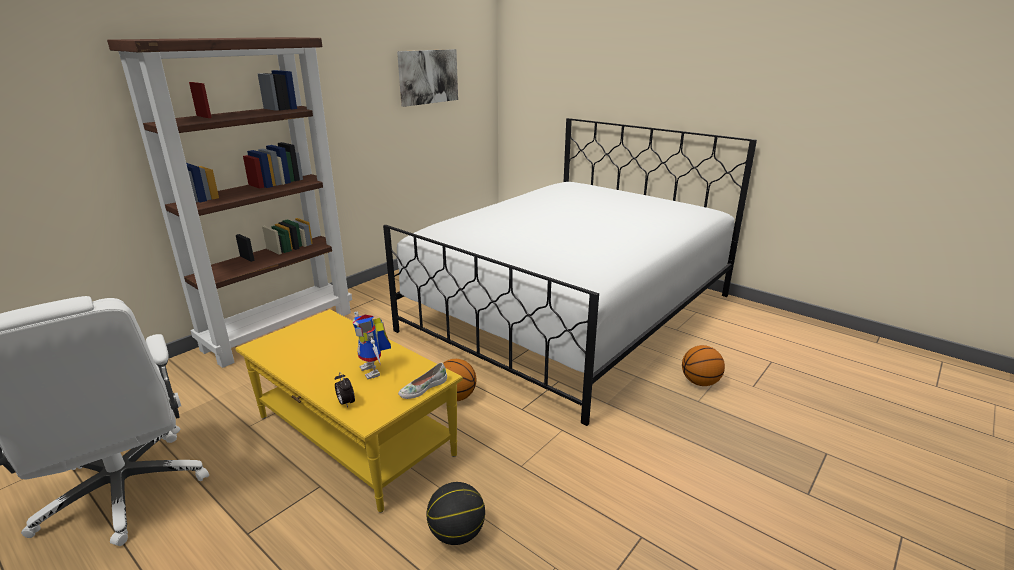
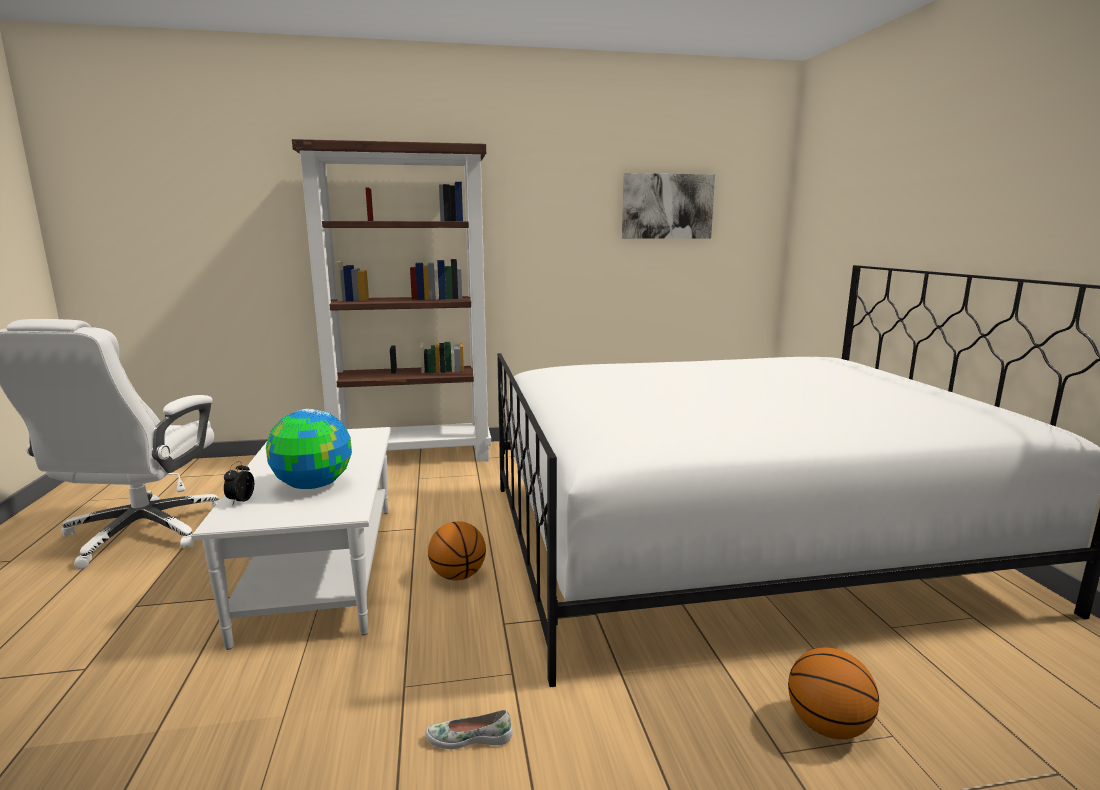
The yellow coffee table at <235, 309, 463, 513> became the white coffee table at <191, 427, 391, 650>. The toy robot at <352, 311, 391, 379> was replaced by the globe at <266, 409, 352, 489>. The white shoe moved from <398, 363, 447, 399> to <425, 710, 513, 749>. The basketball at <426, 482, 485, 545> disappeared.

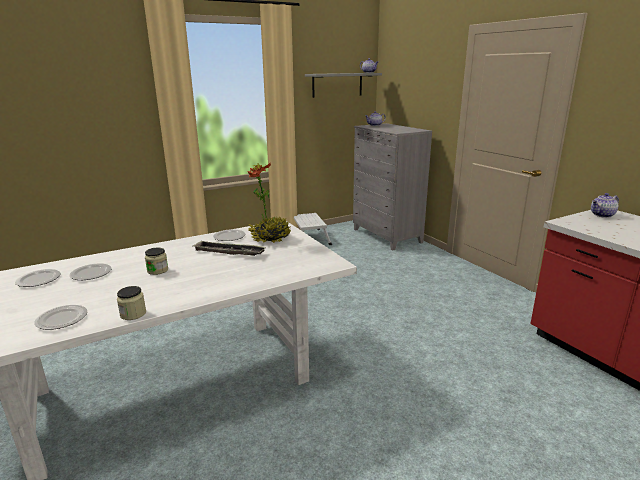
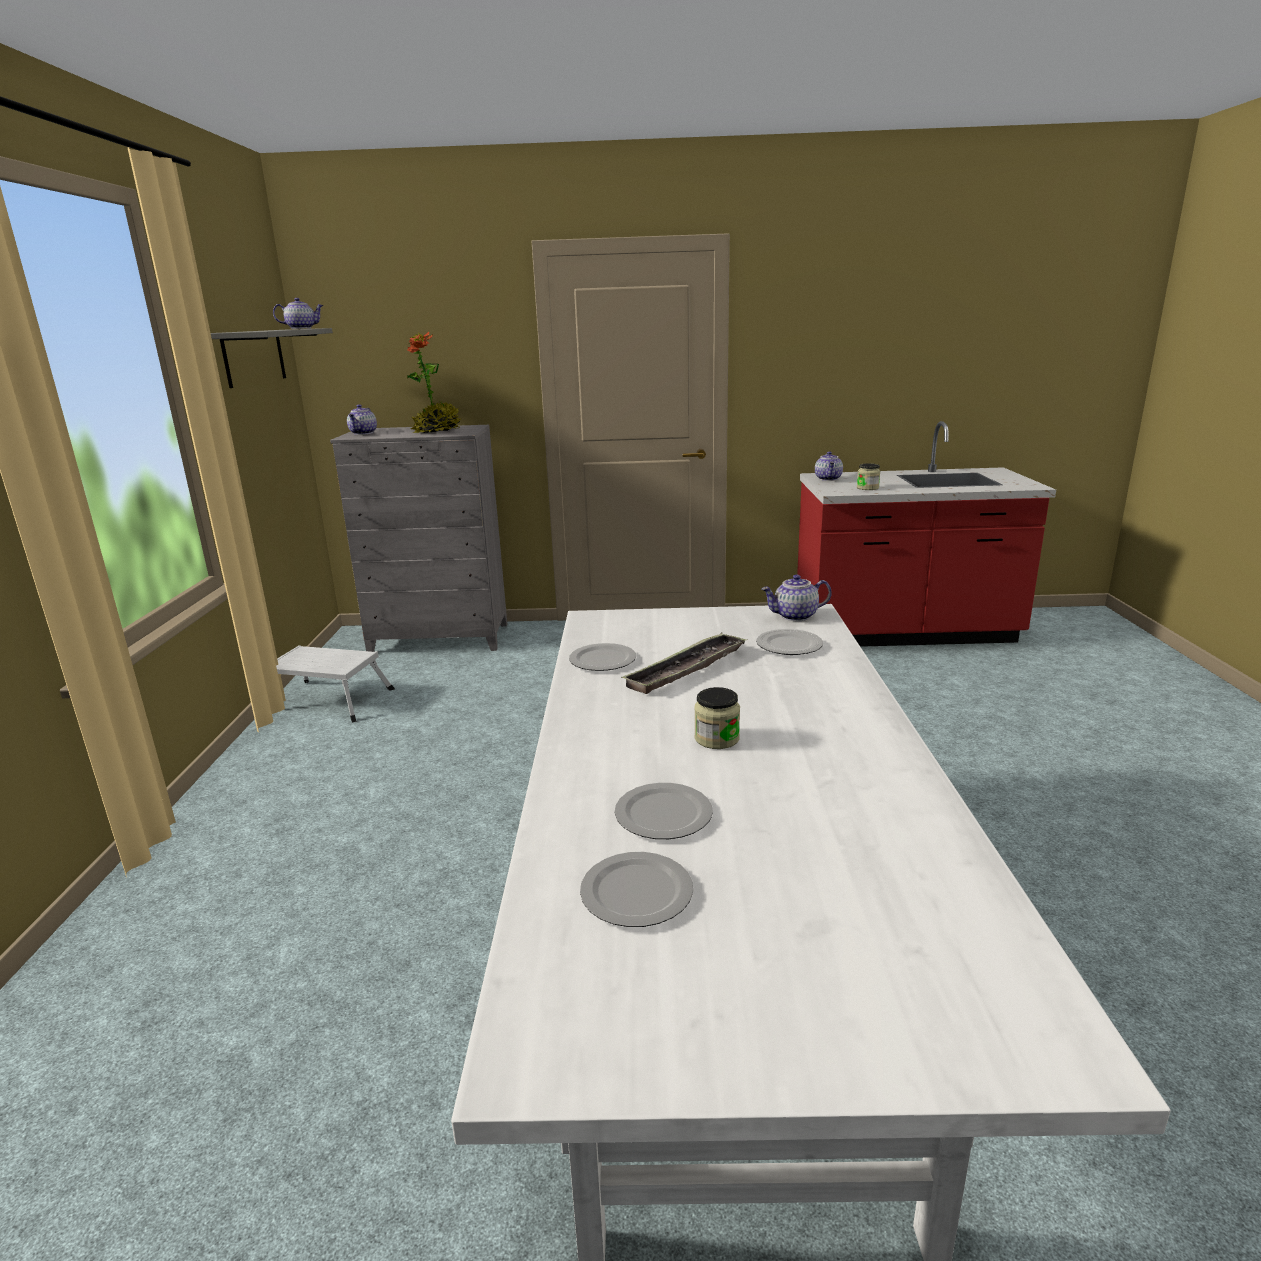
The potted plant moved from <247, 163, 291, 243> to <407, 332, 461, 433>. The jar moved from <117, 286, 146, 320> to <857, 463, 880, 490>. The plate moved from <34, 305, 87, 330> to <756, 629, 823, 655>. The teapot at <761, 575, 832, 621> appeared.

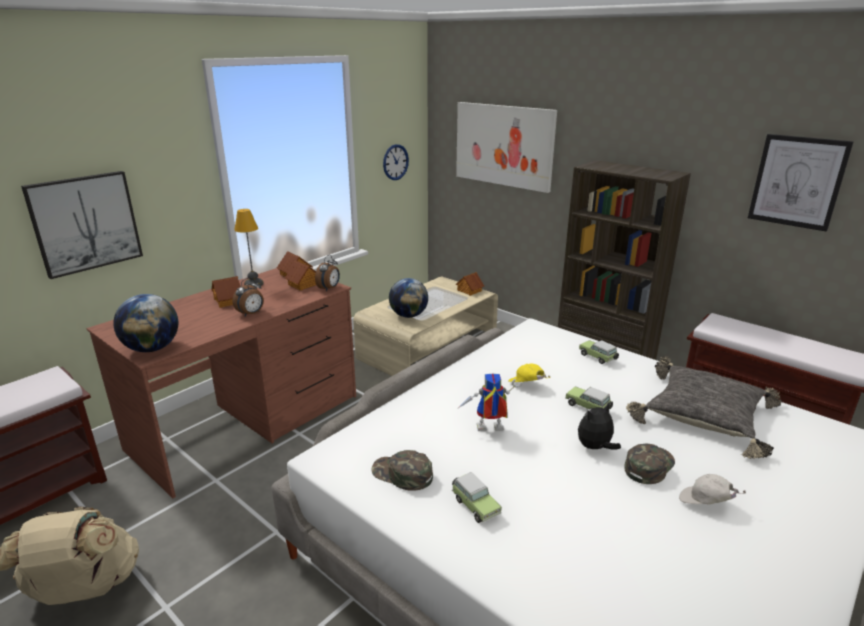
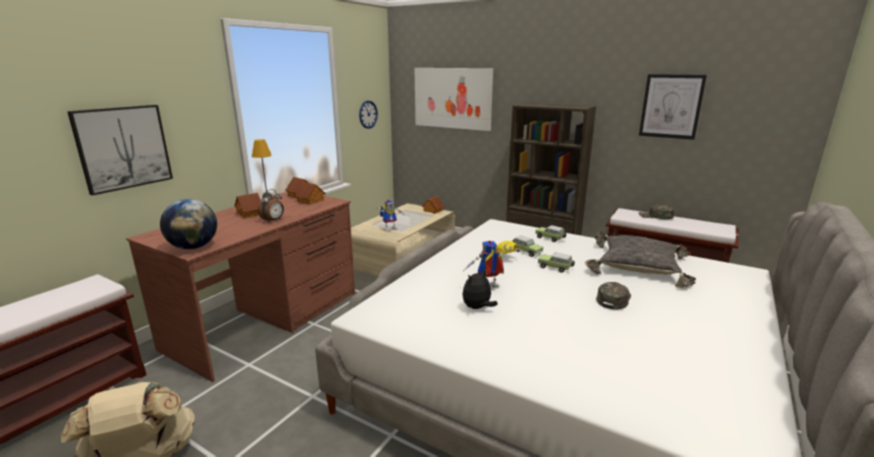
The alarm clock at <315, 255, 340, 291> disappeared. The globe at <389, 278, 428, 318> was replaced by the toy robot at <376, 200, 403, 232>. The plush toy moved from <578, 402, 621, 450> to <463, 269, 498, 309>. The green cap moved from <371, 450, 433, 491> to <639, 205, 674, 219>. The toy car moved from <452, 472, 502, 523> to <512, 235, 543, 257>. The white cap at <679, 474, 746, 505> disappeared.

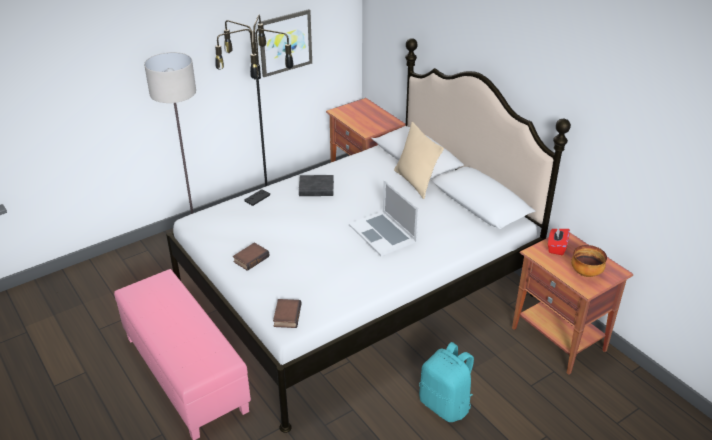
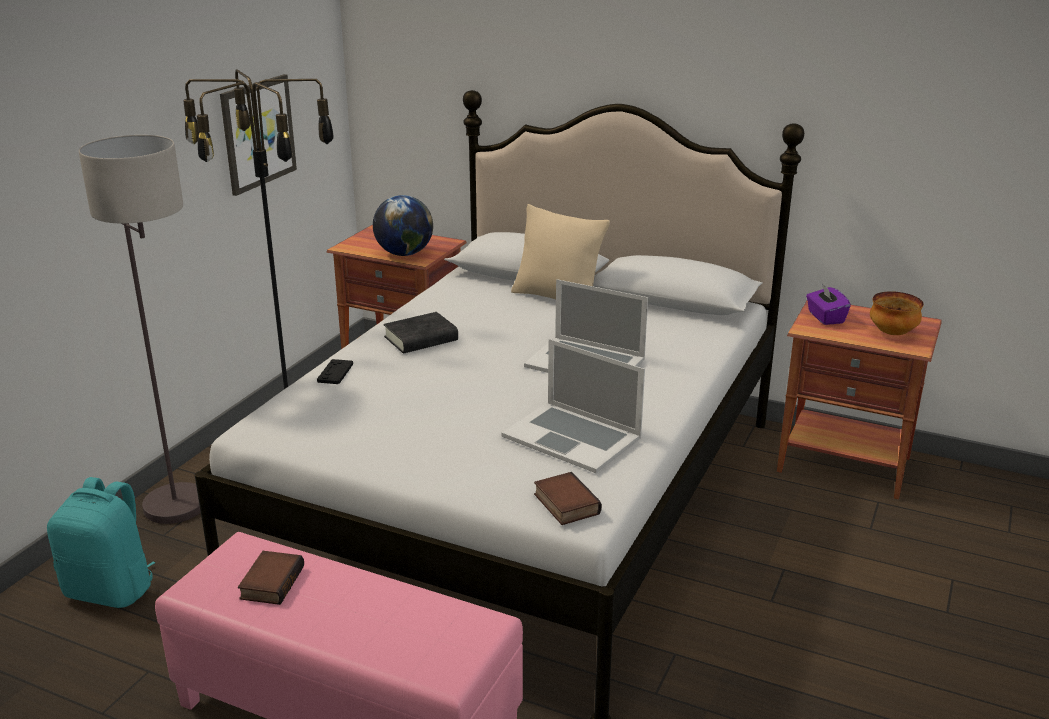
The red tissue box at <548, 226, 570, 255> became the purple tissue box at <806, 283, 851, 325>. The book moved from <233, 243, 269, 271> to <238, 551, 304, 605>. The turquoise backpack moved from <419, 342, 474, 422> to <47, 477, 156, 608>. The globe at <373, 195, 433, 256> appeared. The laptop at <501, 339, 645, 473> appeared.

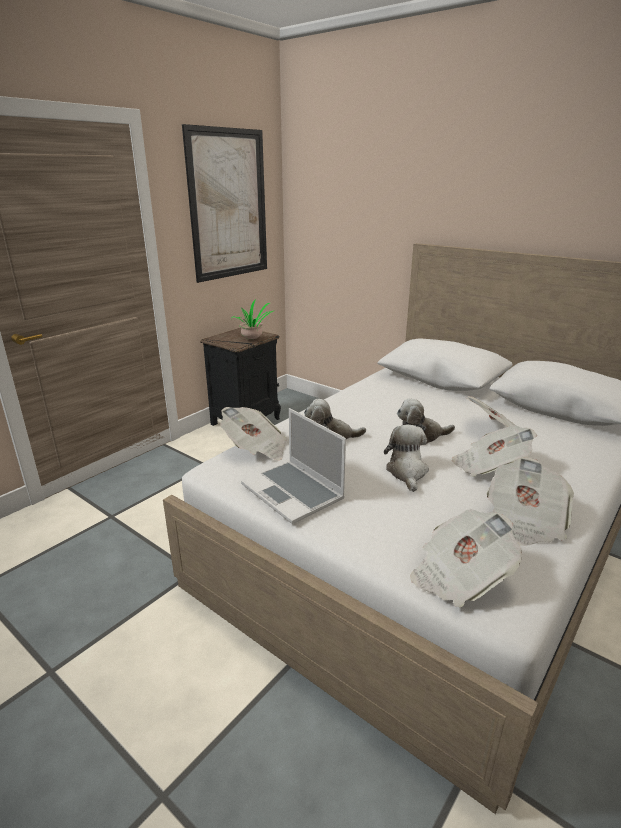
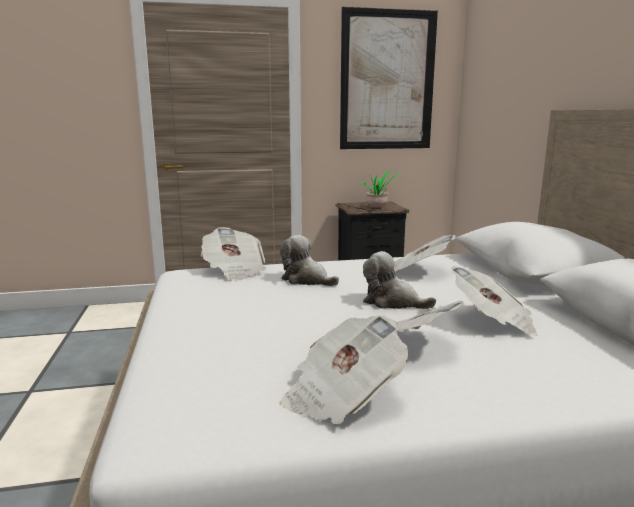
The laptop at <241, 408, 346, 524> disappeared. The plush toy at <384, 424, 429, 492> disappeared. The newspaper moved from <410, 509, 522, 608> to <394, 235, 456, 272>.

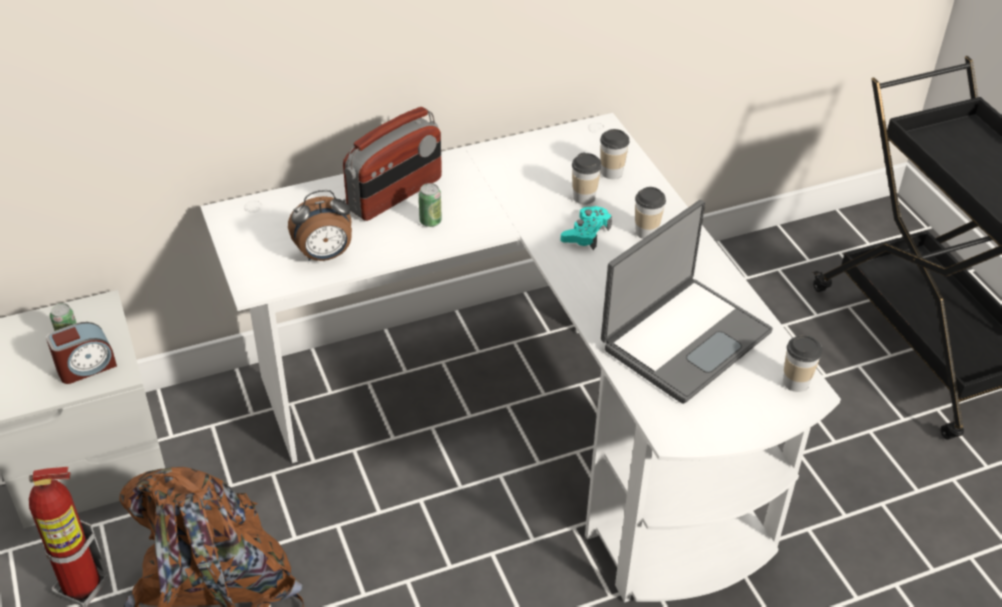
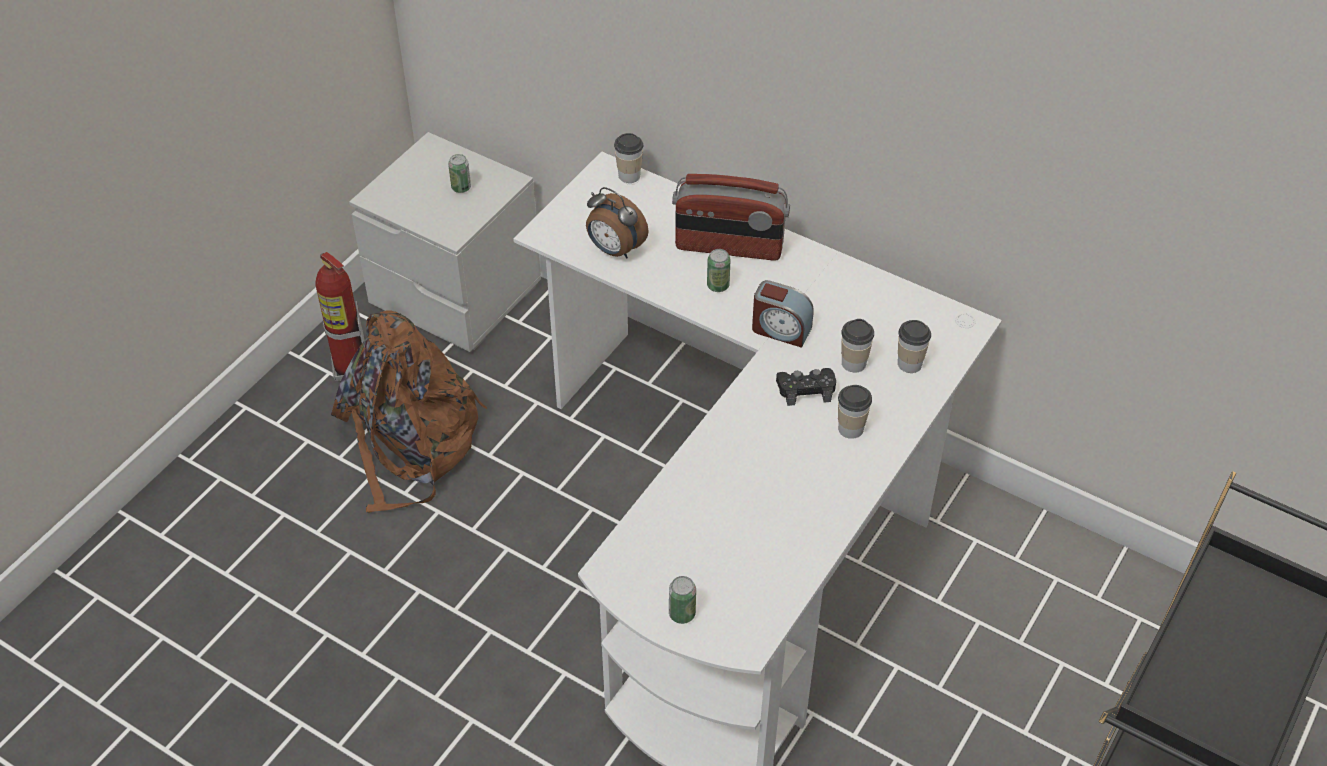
The laptop at <601, 200, 773, 404> disappeared. The turquoise game controller at <560, 206, 612, 250> became the black game controller at <776, 368, 836, 406>. The alarm clock moved from <46, 322, 117, 384> to <752, 280, 814, 348>. The cup moved from <783, 335, 822, 392> to <614, 133, 643, 183>. The can at <669, 576, 696, 624> appeared.

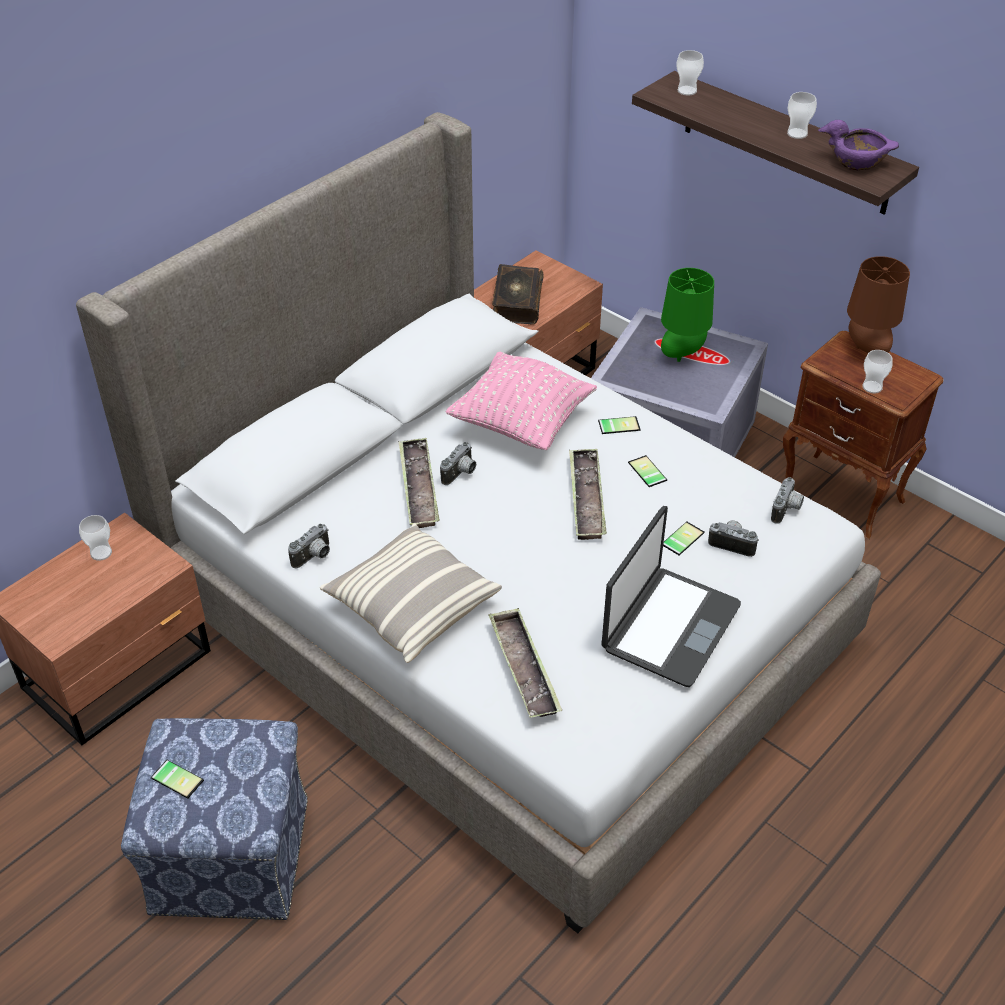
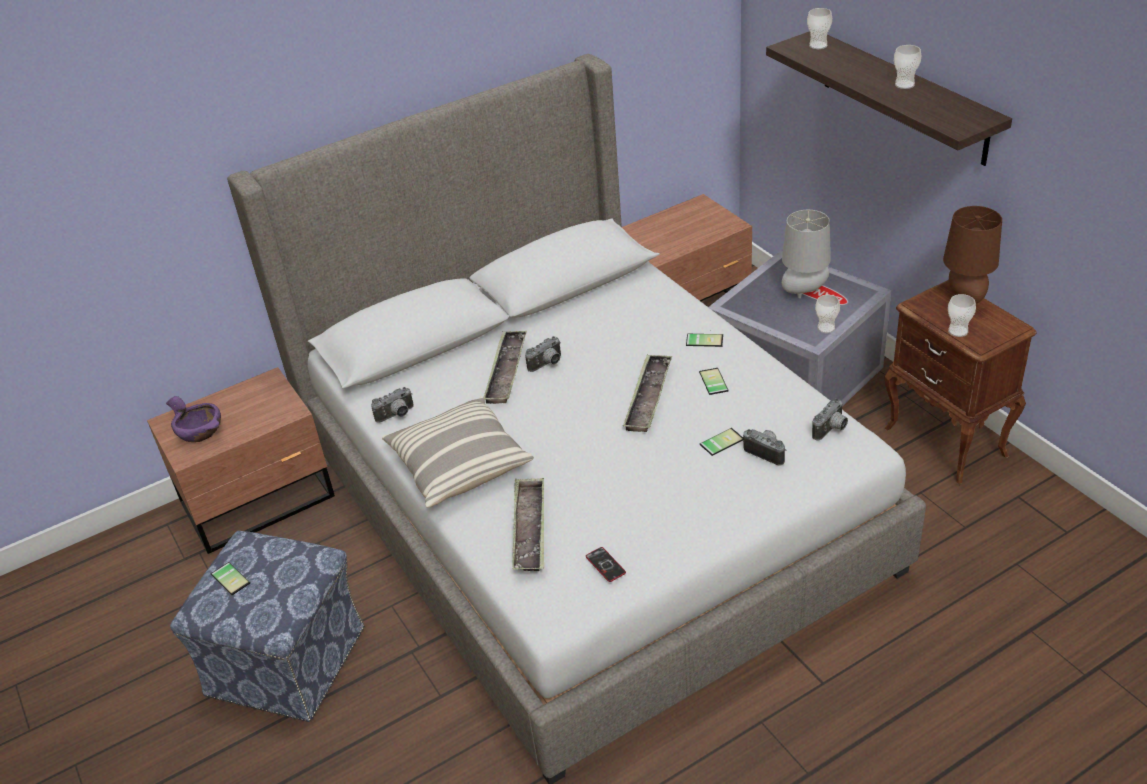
The purple bowl moved from <818, 120, 899, 170> to <166, 396, 221, 442>. The book at <492, 264, 544, 325> disappeared. The green table lamp at <661, 268, 714, 362> became the grey table lamp at <782, 210, 831, 298>. The pink pillow at <446, 352, 597, 450> disappeared. The laptop at <602, 506, 741, 687> disappeared. The cup moved from <79, 515, 112, 561> to <815, 295, 840, 333>. The phone at <586, 547, 626, 582> appeared.

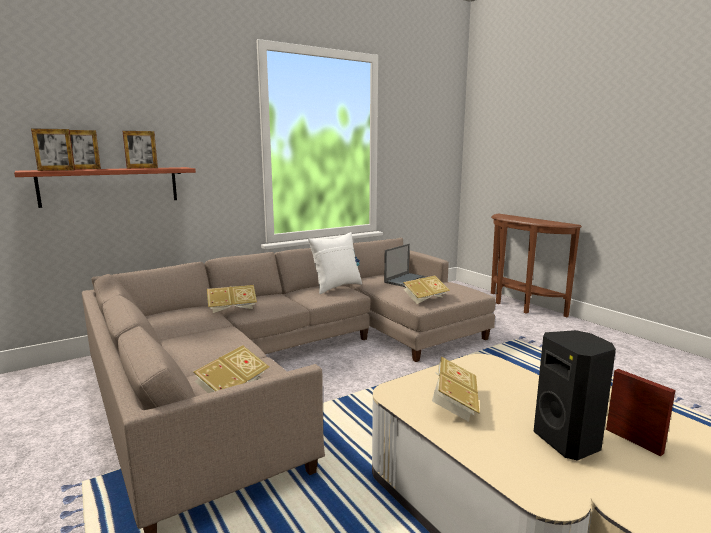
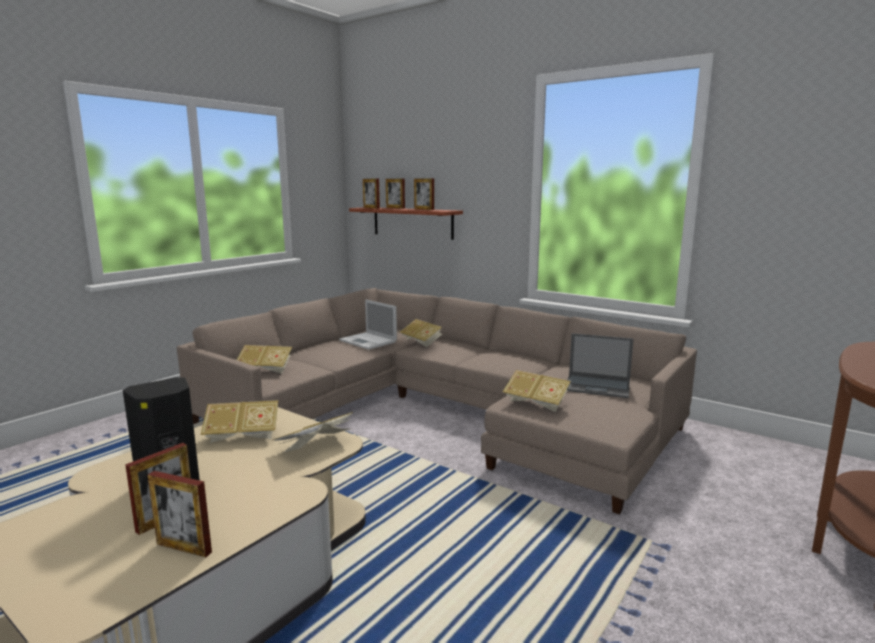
The white pillow at <308, 232, 362, 294> disappeared. The laptop at <339, 299, 397, 350> appeared. The book at <272, 412, 353, 453> appeared. The picture frame at <148, 471, 212, 557> appeared.

